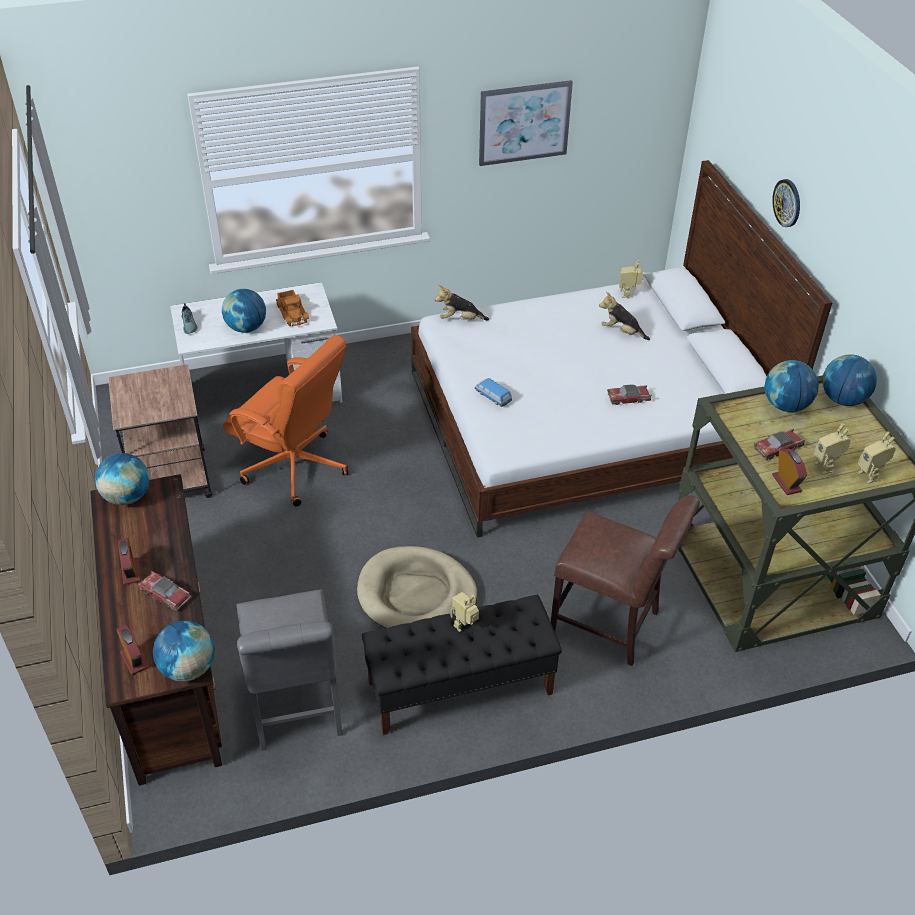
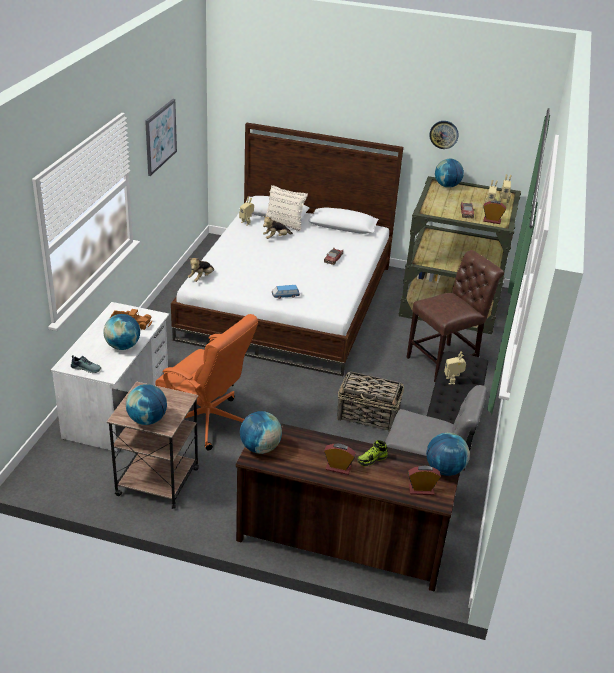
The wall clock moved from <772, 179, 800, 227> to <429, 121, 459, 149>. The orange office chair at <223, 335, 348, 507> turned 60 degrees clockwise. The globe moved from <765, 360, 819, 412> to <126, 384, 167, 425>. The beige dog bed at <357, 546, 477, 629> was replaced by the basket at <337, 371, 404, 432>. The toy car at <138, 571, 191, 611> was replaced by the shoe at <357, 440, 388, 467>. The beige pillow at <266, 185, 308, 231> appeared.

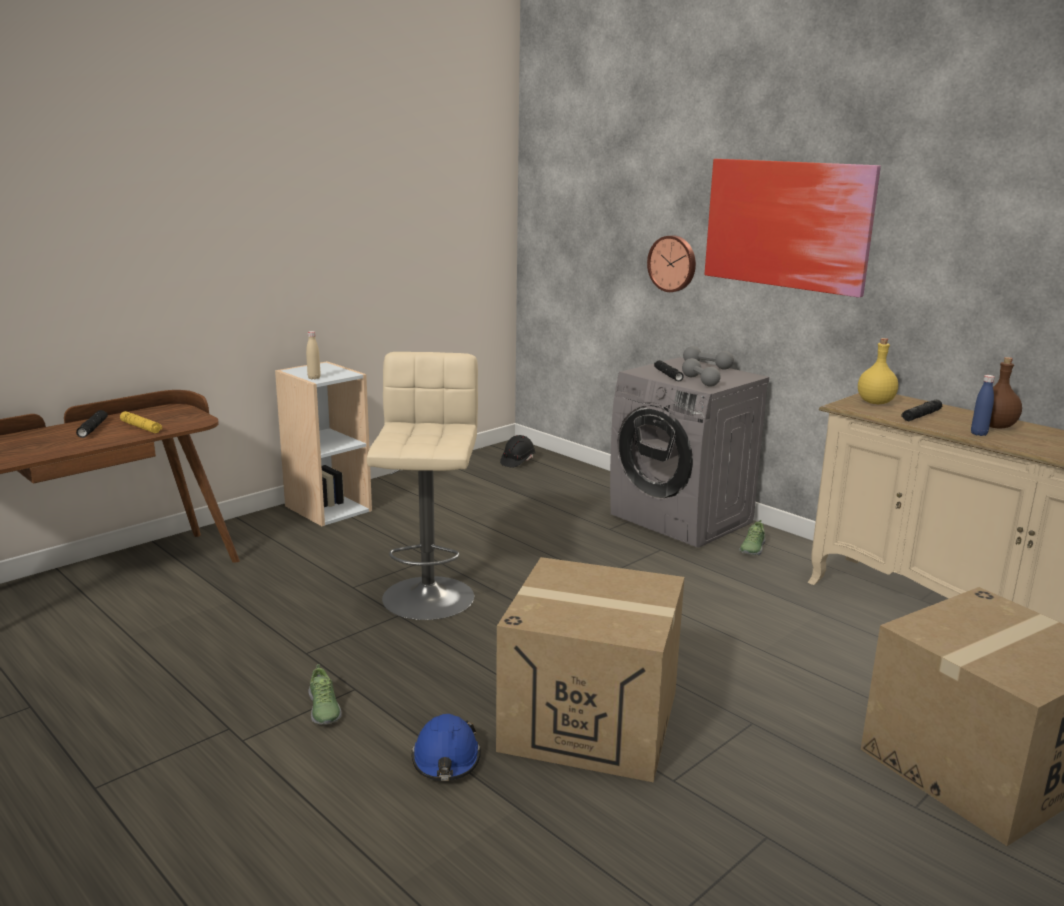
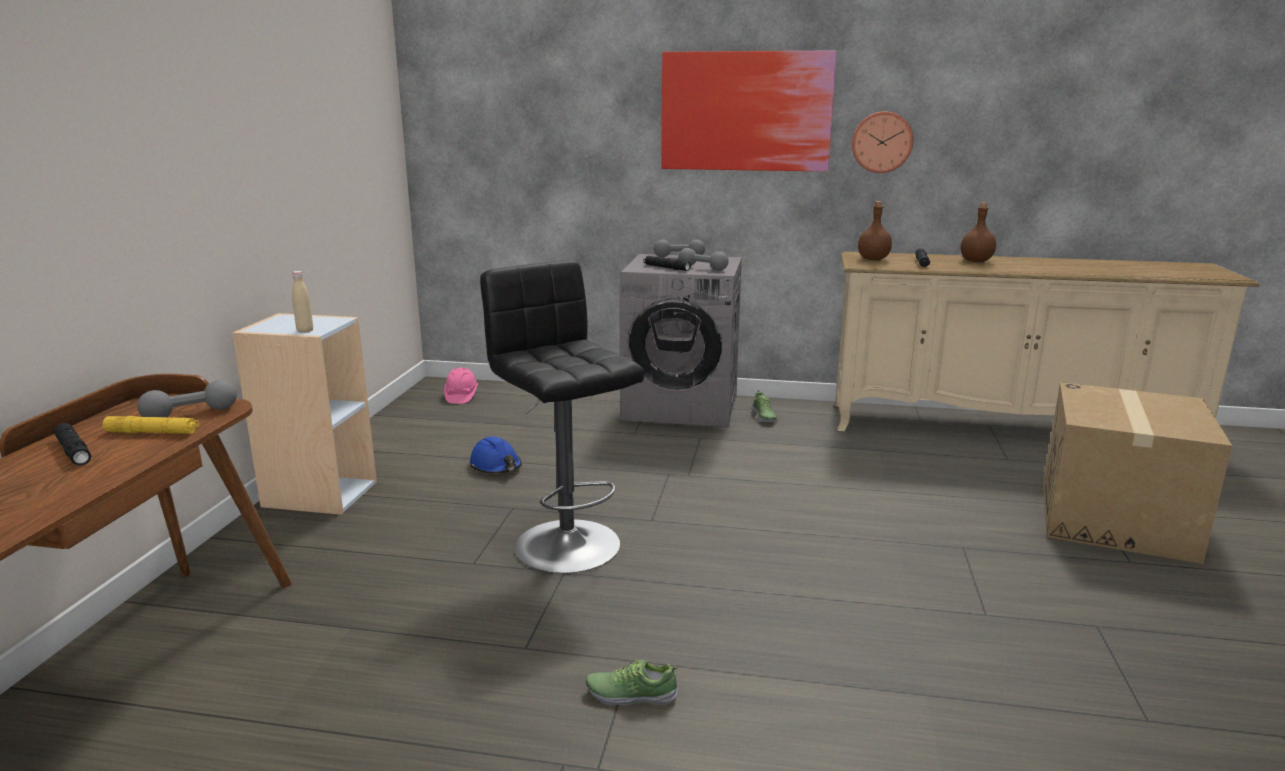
The wall clock moved from <647, 235, 696, 292> to <852, 111, 913, 173>. The yellow bottle at <858, 338, 898, 404> became the brown bottle at <858, 201, 892, 260>. The beige stool at <367, 352, 478, 620> became the black stool at <480, 260, 644, 573>. The blue bottle at <971, 375, 995, 436> disappeared. The black hard hat at <500, 435, 536, 468> became the pink hard hat at <444, 368, 478, 404>. The cardboard box at <496, 557, 684, 783> disappeared. The shoe at <308, 664, 342, 725> turned 150 degrees clockwise. The blue hard hat moved from <412, 714, 481, 781> to <470, 437, 522, 474>. The grey dumbbell at <137, 380, 237, 417> appeared.

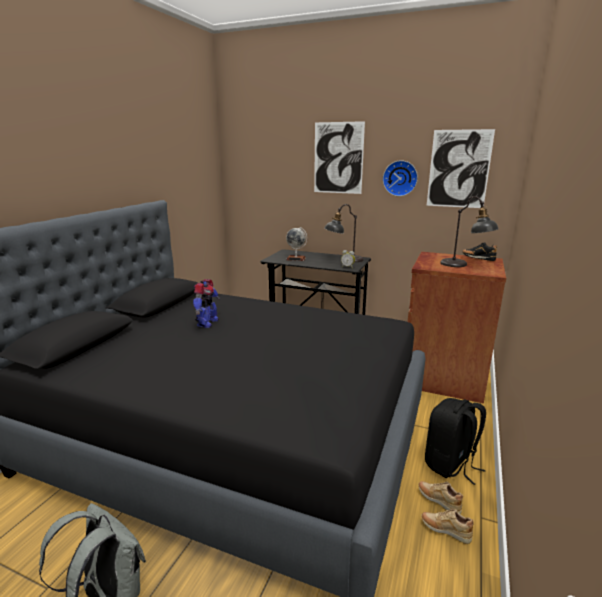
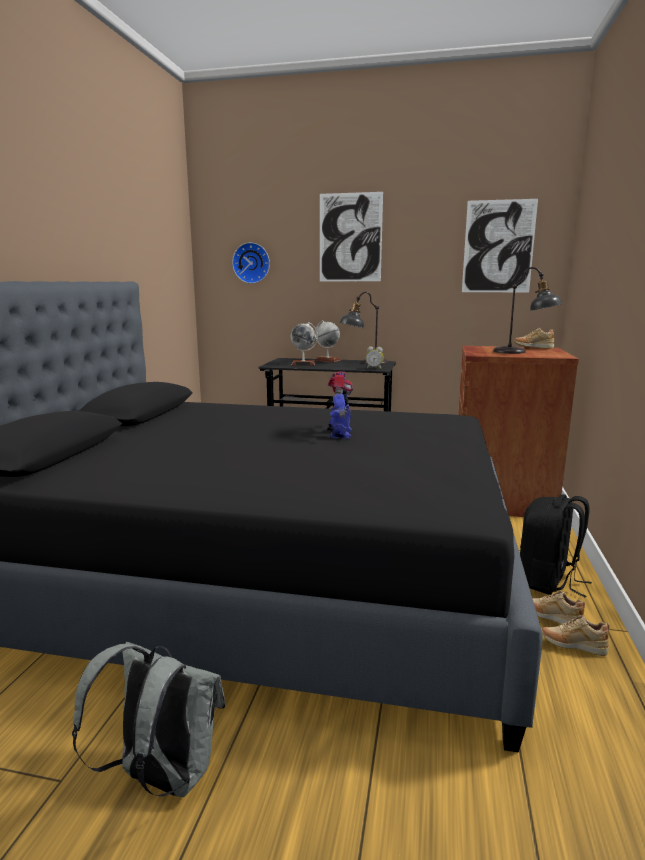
The wall clock moved from <383, 160, 418, 196> to <232, 242, 270, 284>. The black shoe at <462, 242, 497, 261> became the beige shoe at <514, 327, 554, 349>. The toy robot moved from <193, 279, 220, 328> to <327, 371, 353, 439>. The globe at <315, 320, 341, 362> appeared.

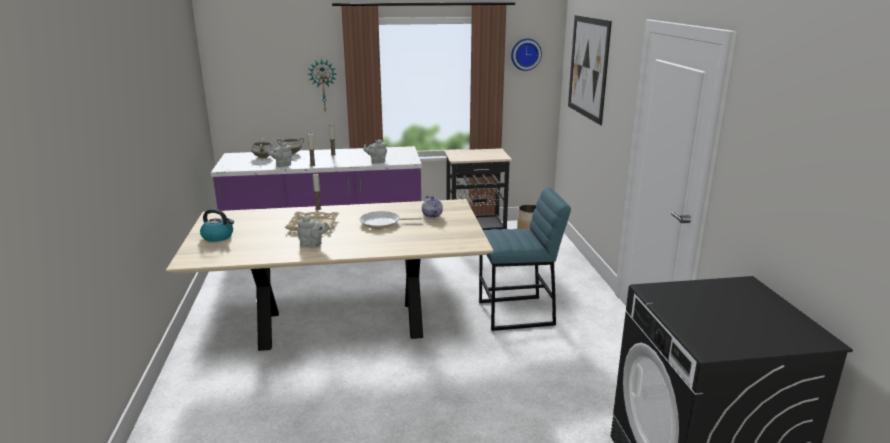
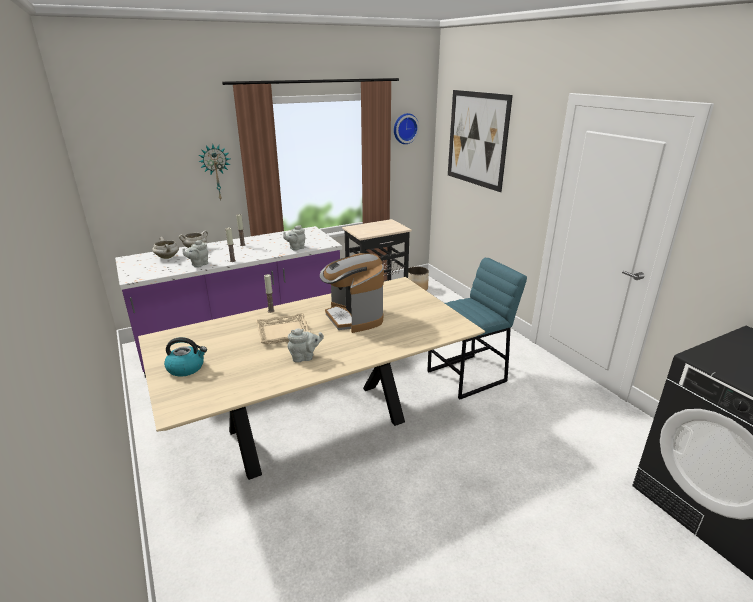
The teapot at <422, 196, 443, 218> disappeared. The frying pan at <360, 211, 422, 229> was replaced by the coffee machine at <320, 253, 384, 333>.

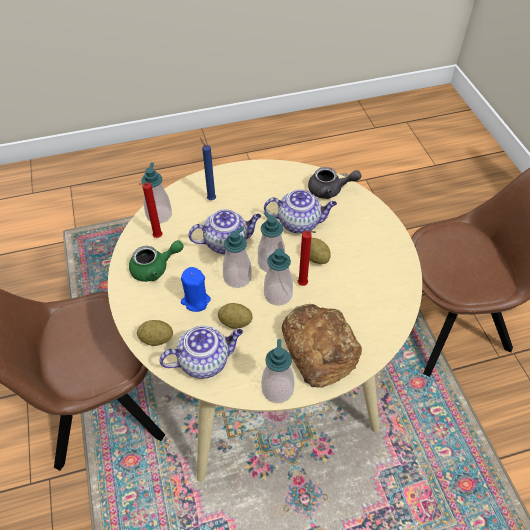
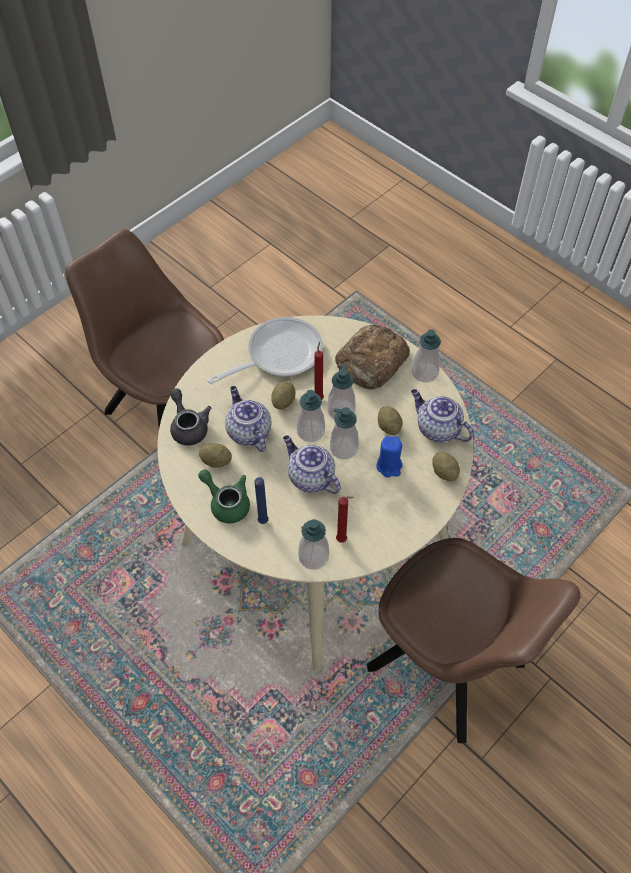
The green teapot moved from <129, 240, 184, 282> to <198, 469, 250, 523>. The frying pan at <207, 317, 323, 384> appeared. The potato at <199, 443, 232, 468> appeared.

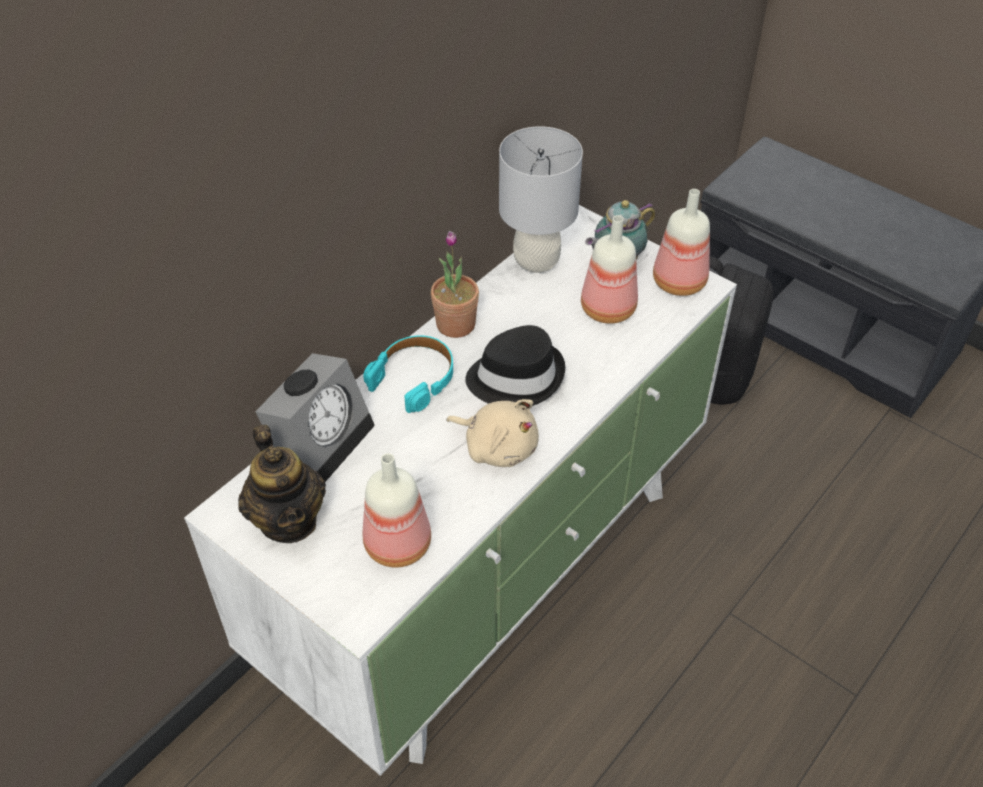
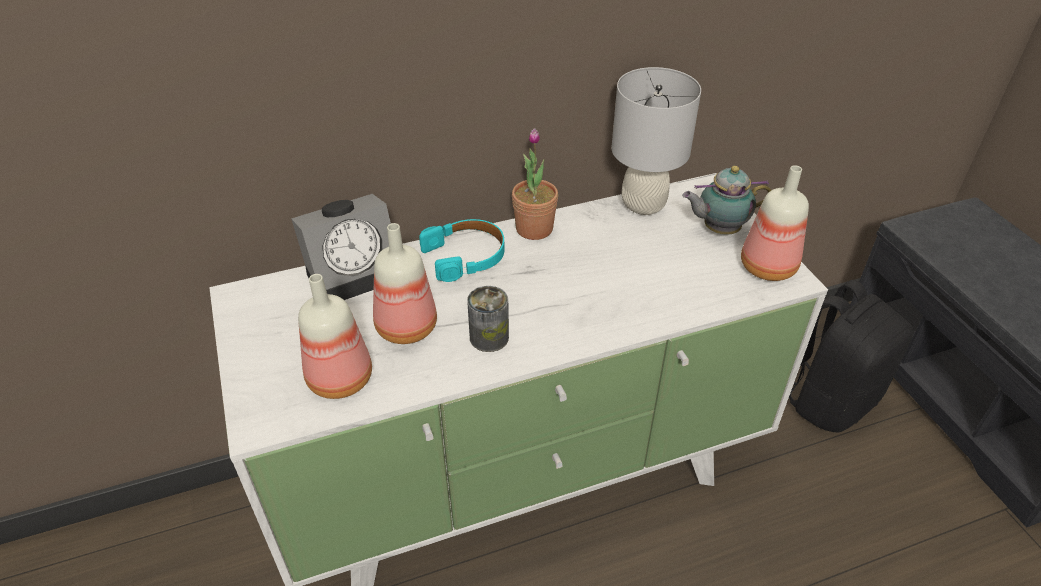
The bottle moved from <581, 215, 638, 324> to <373, 223, 437, 344>. The black hat at <465, 325, 565, 406> disappeared. The beige plush toy at <446, 399, 539, 467> was replaced by the can at <467, 286, 509, 352>. The teapot at <238, 425, 326, 543> disappeared.

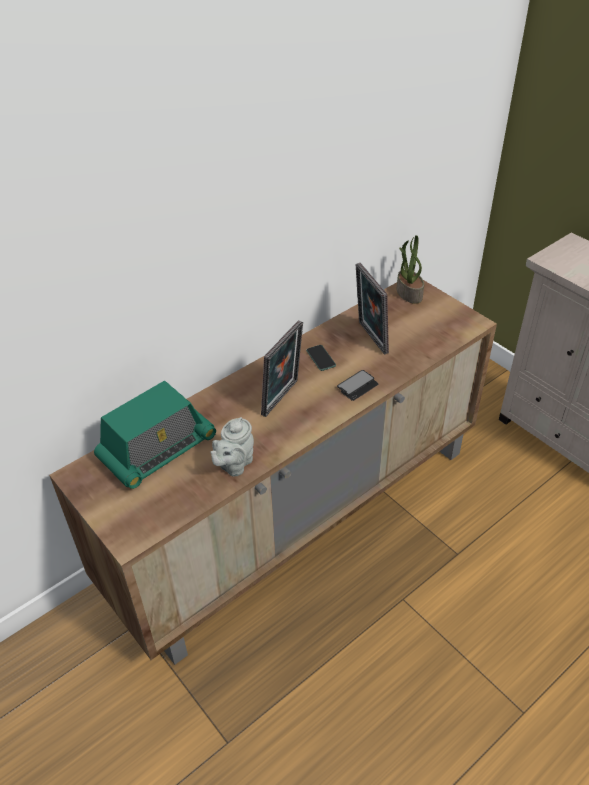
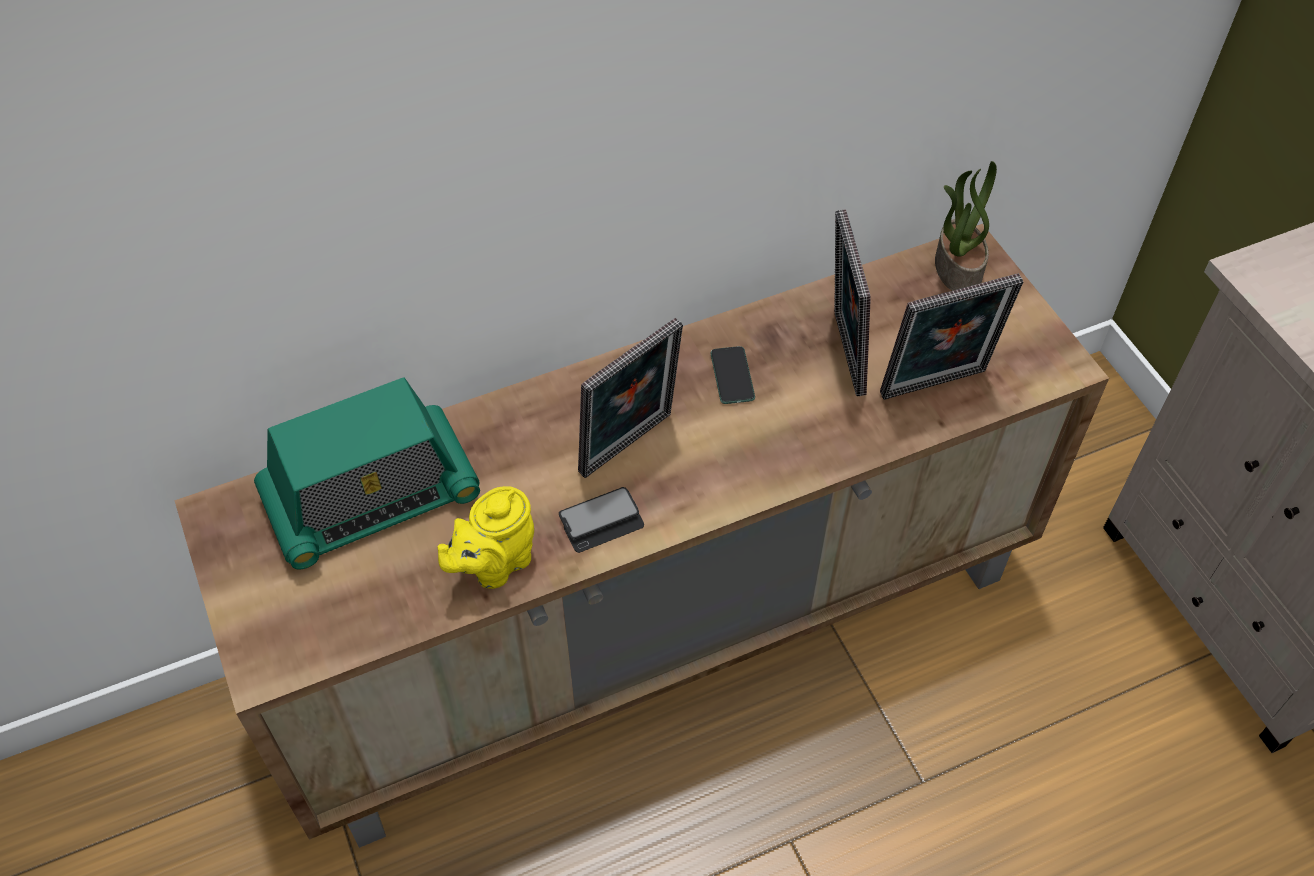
The phone moved from <337, 370, 378, 401> to <559, 487, 644, 553>. The grey teapot at <210, 417, 254, 477> became the yellow teapot at <437, 486, 534, 589>. The picture frame at <880, 273, 1023, 400> appeared.

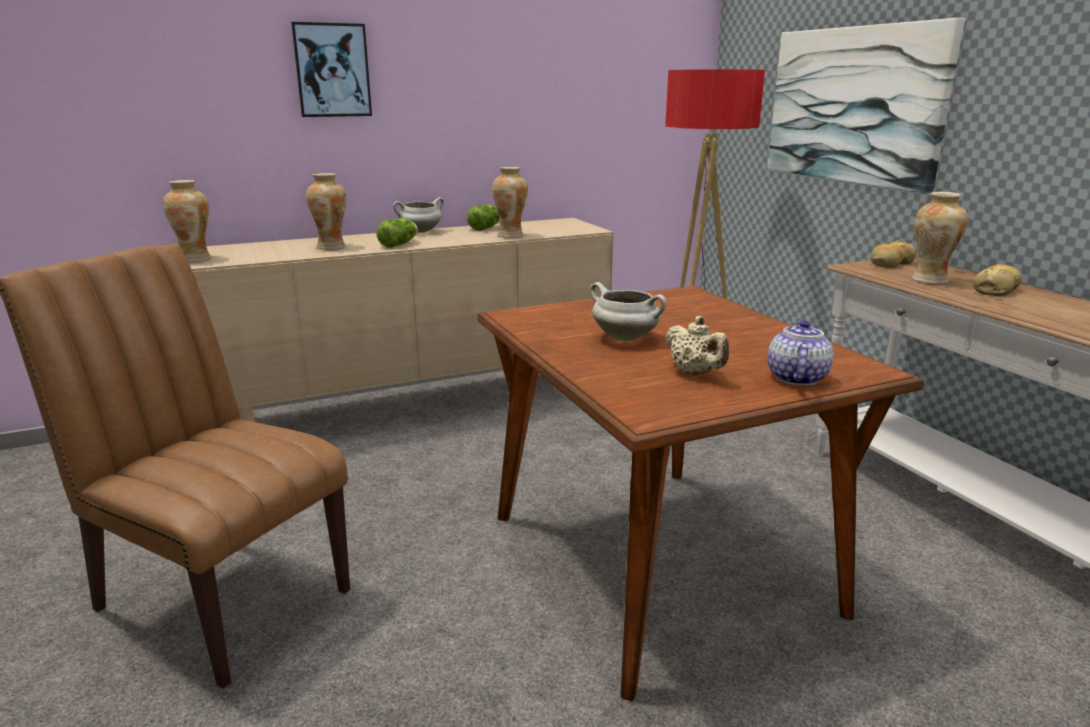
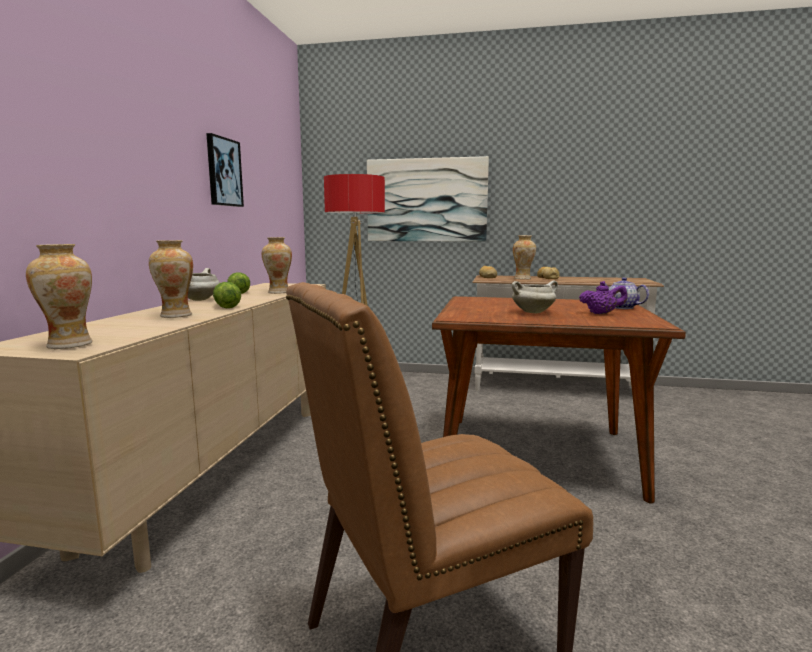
The picture moved from <291, 22, 372, 117> to <206, 133, 244, 207>. The beige teapot at <665, 316, 729, 375> became the purple teapot at <579, 281, 628, 314>.

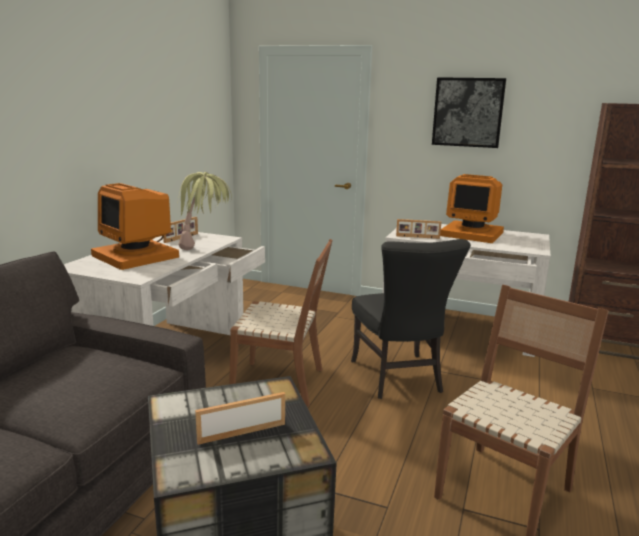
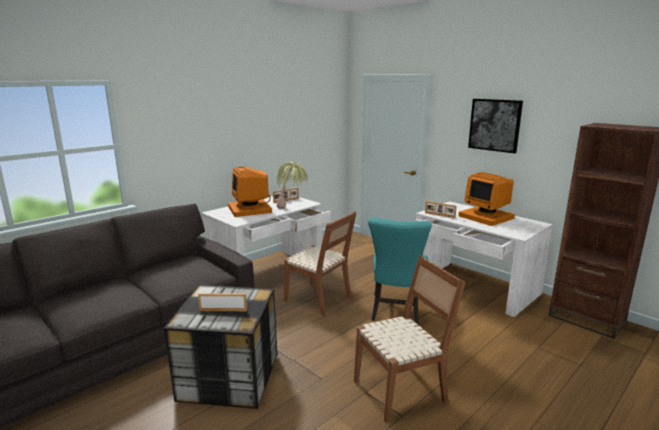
The black chair at <351, 239, 471, 399> became the turquoise chair at <368, 218, 432, 325>.

